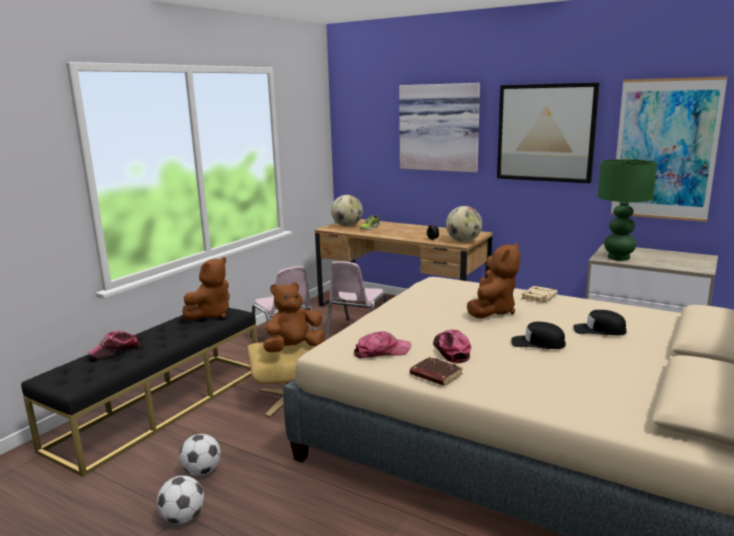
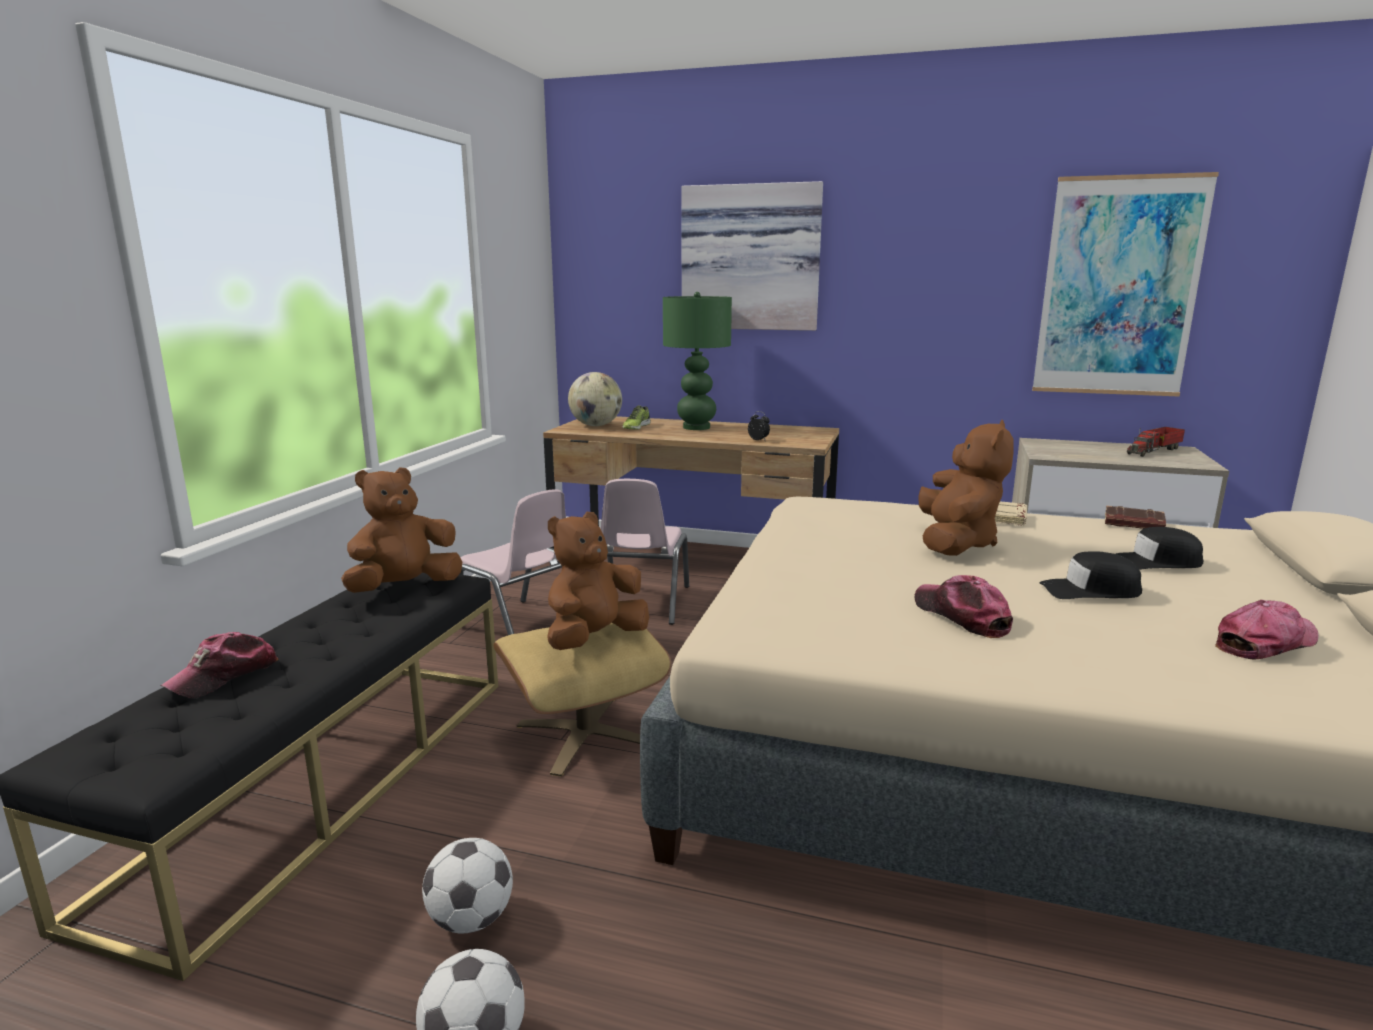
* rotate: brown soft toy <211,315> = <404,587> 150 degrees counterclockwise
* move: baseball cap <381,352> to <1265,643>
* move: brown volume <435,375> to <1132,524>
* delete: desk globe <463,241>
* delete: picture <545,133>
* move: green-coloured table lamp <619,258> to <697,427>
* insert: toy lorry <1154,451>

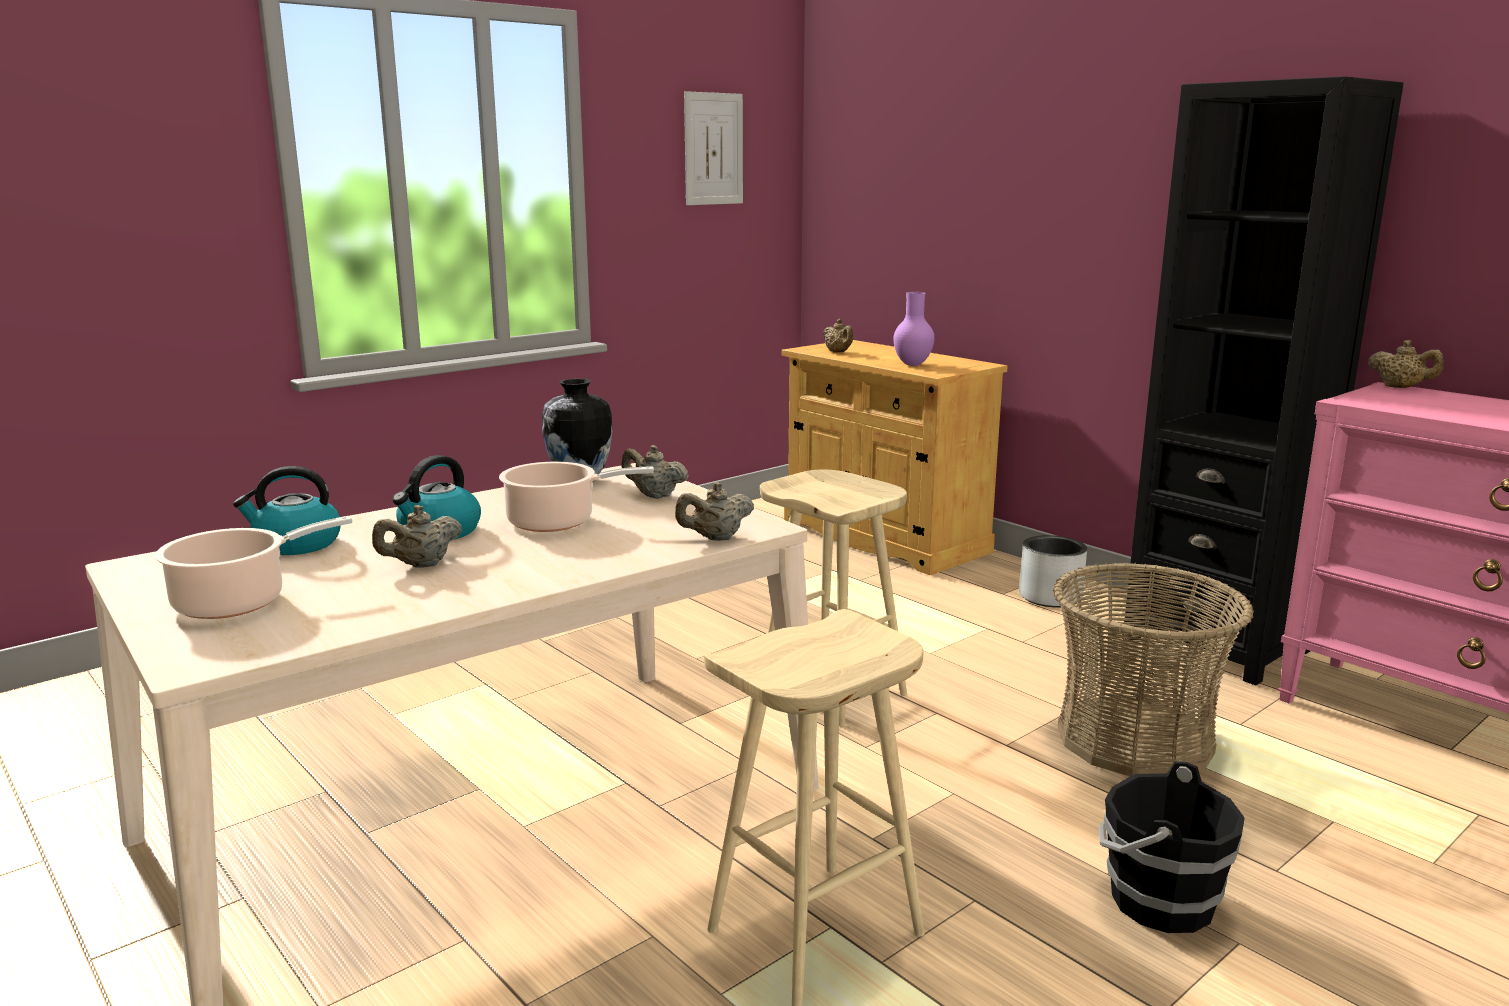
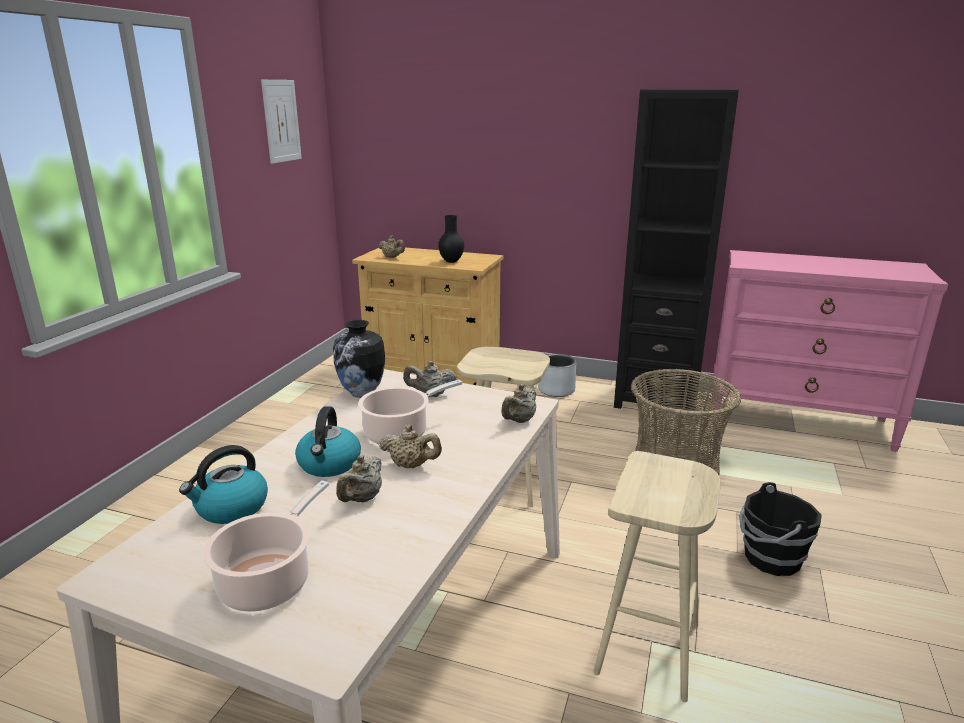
* recolor: purple-coloured vase <912,364> to black vase <451,261>
* move: sand-coloured tea pot <1401,387> to <411,465>

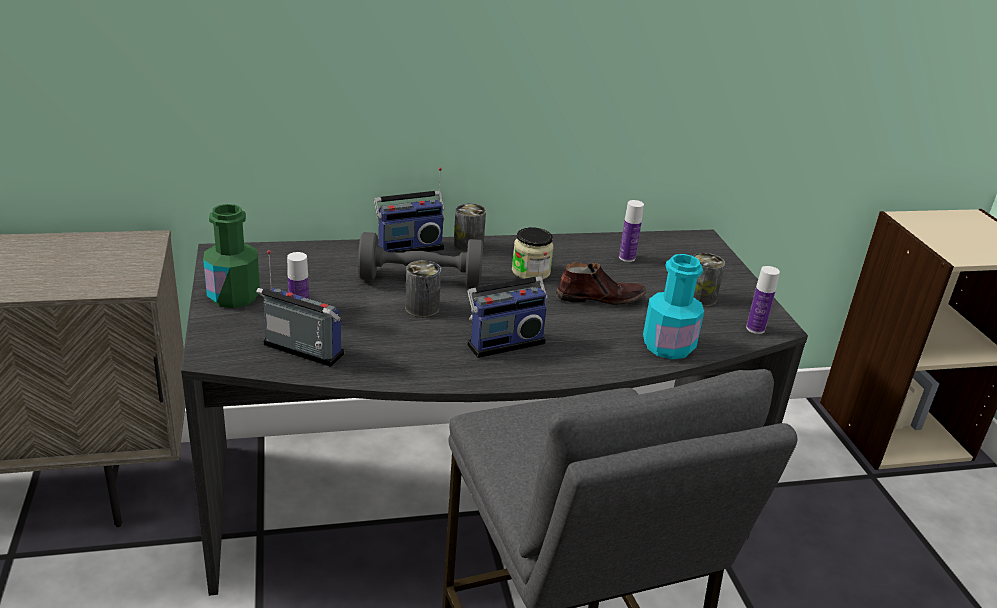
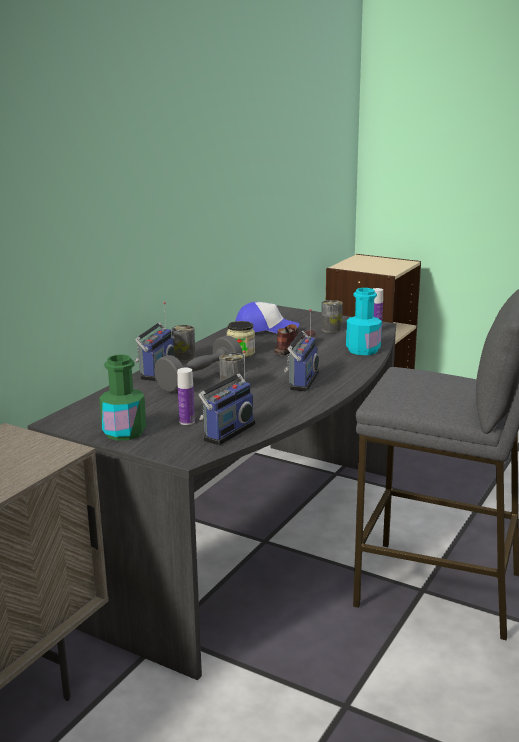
* rotate: radio set <301,352> = <226,431> 150 degrees clockwise
* replace: drink bottle <626,258> to baseball cap <266,329>

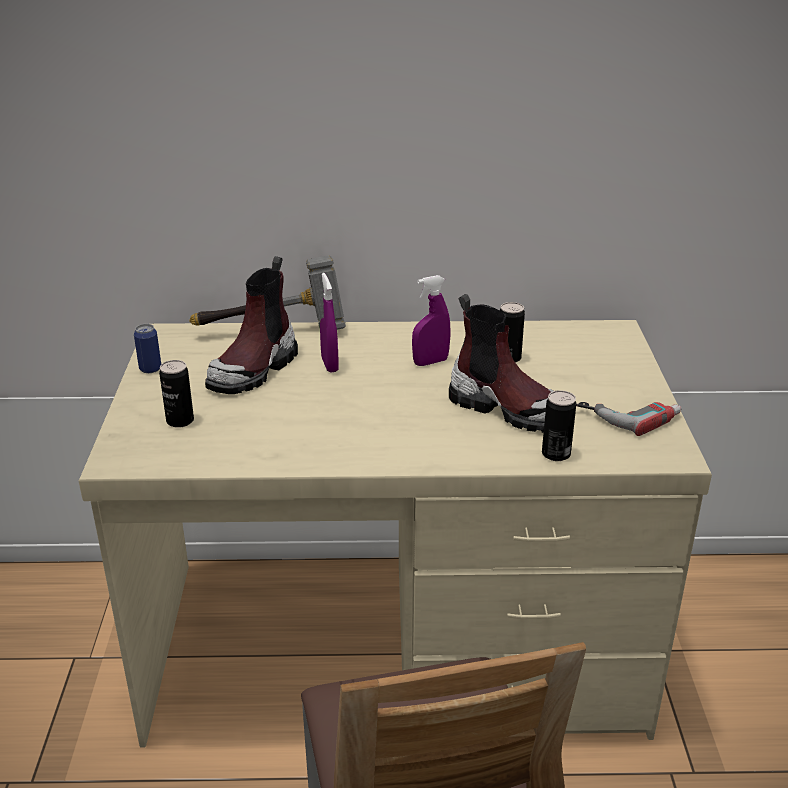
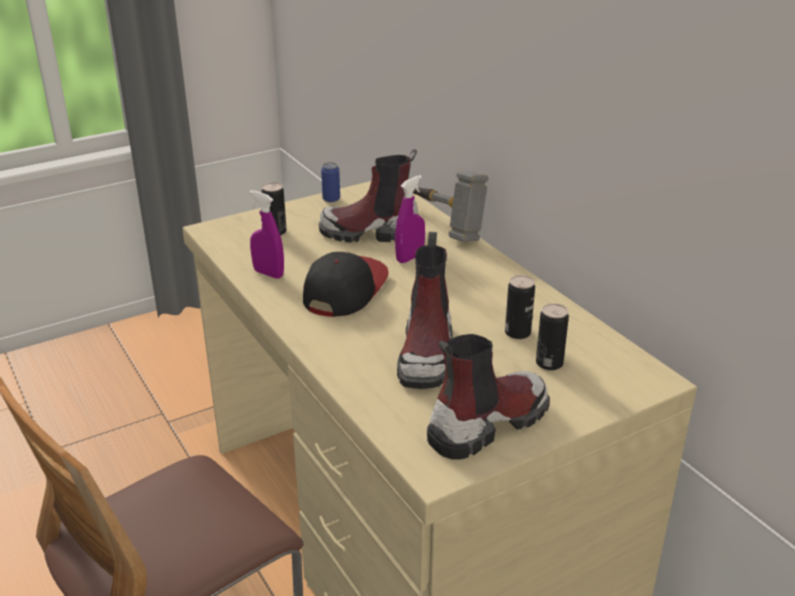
* move: purple-coloured hand sprayer <430,362> to <268,274>
* move: sealed can <556,454> to <549,363>
* replace: drill <626,413> to boot <487,424>
* insert: baseball cap <344,289>

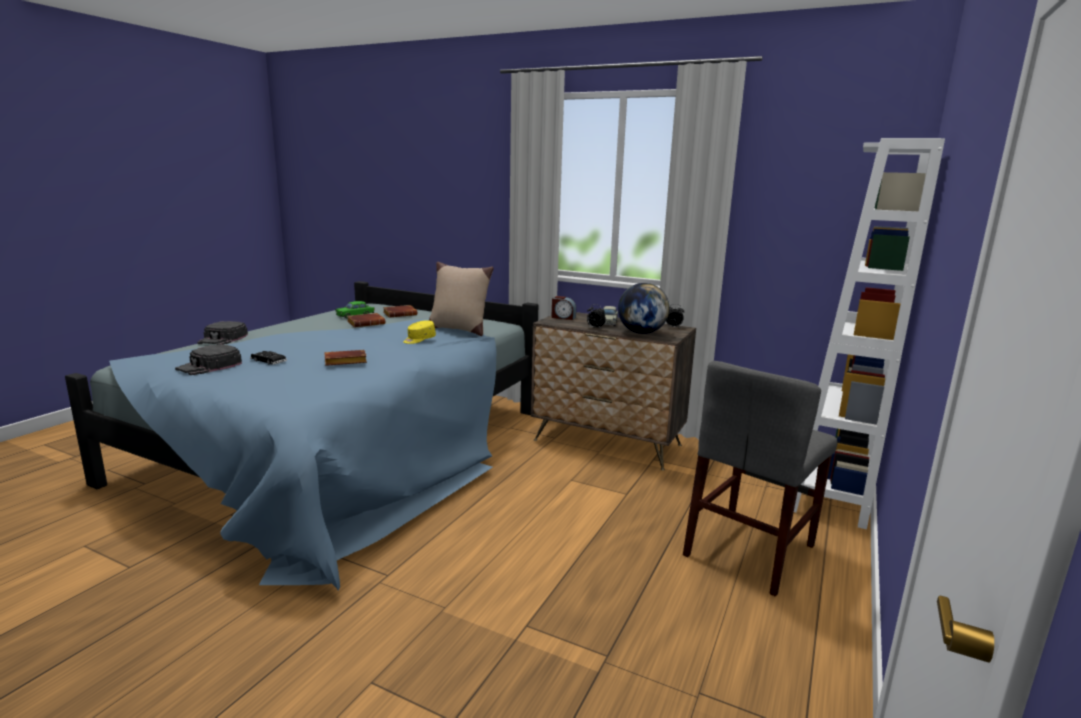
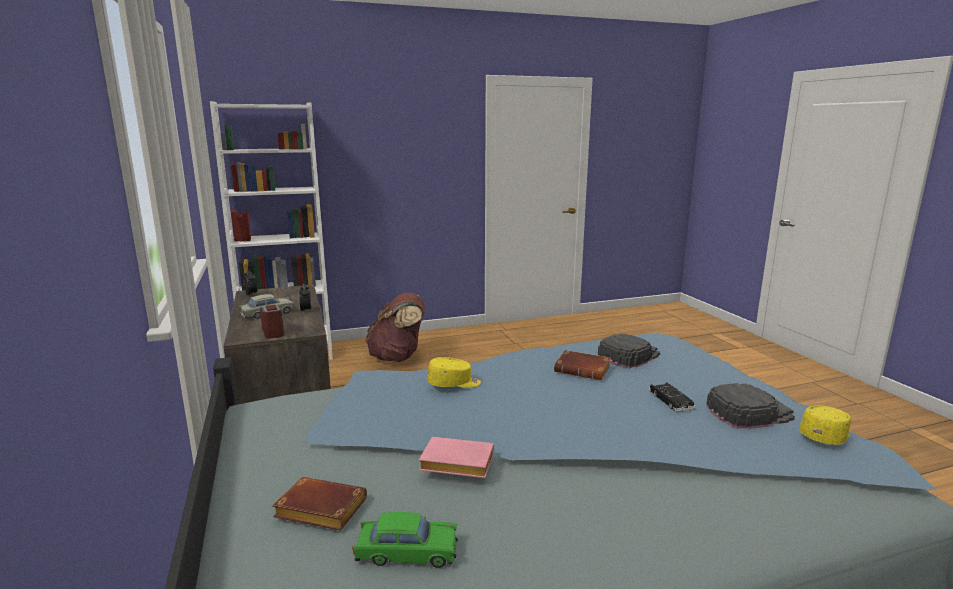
* move: black baseball cap <223,339> to <629,355>
* recolor: brown volume <366,323> to pink volume <455,464>
* delete: sand-coloured pillow <458,329>
* delete: desk globe <641,333>
* replace: gray upright chair <750,550> to brown rucksack <398,357>
* insert: yellow baseball cap <825,435>

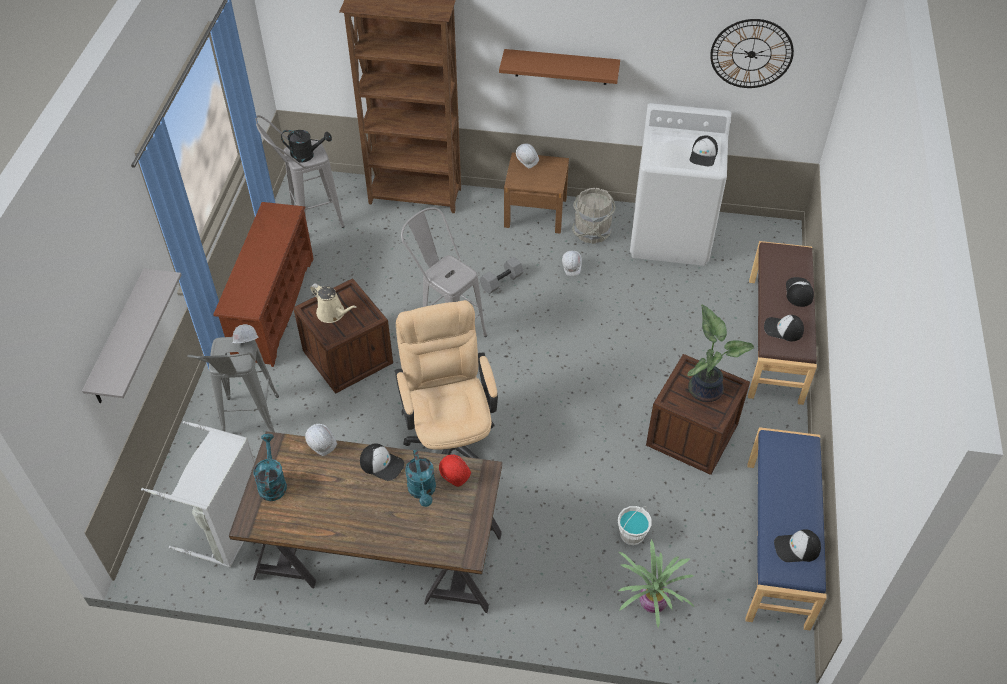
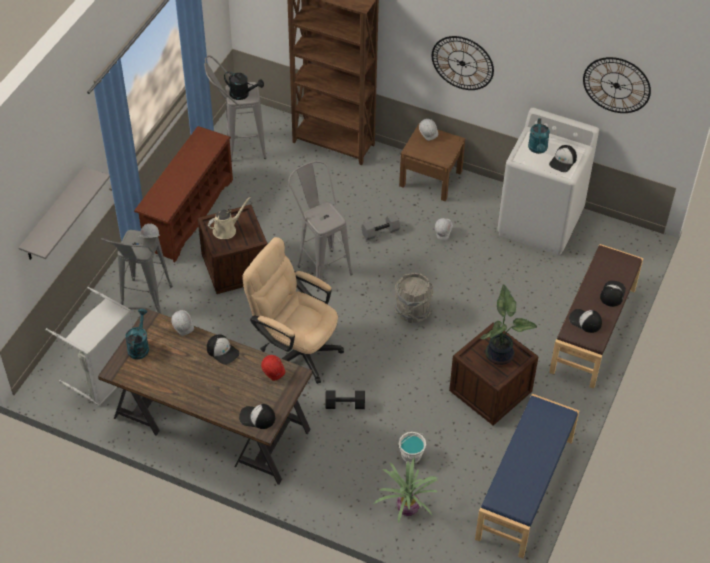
* rotate: sand-coloured watering can <333,313> = <226,229> 90 degrees counterclockwise
* rotate: sand-coloured computer chair <450,438> = <295,349> 60 degrees counterclockwise
* move: turquoise-coloured watering can <423,491> to <538,149>
* replace: brown bracket shelf <561,67> to clock on the wall <462,63>
* move: gray pail <592,232> to <412,311>
* move: baseball cap <796,548> to <257,418>
* insert: black free weight <344,405>

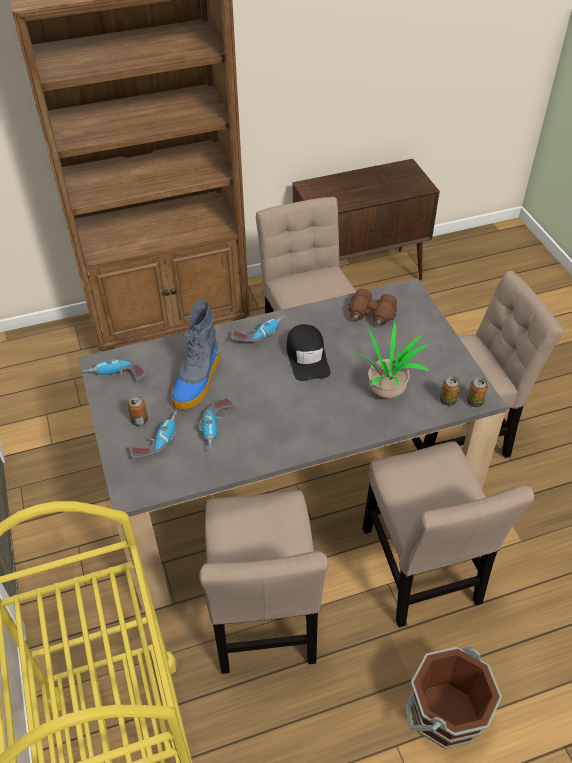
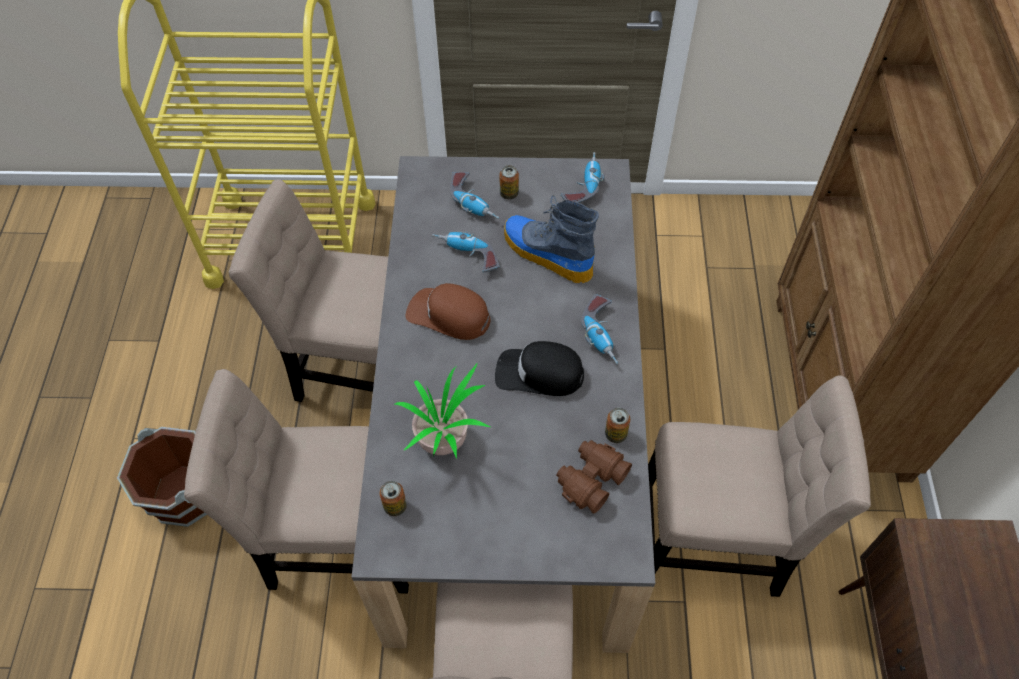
* move: sealed can <474,402> to <615,434>
* insert: brown baseball cap <448,315>

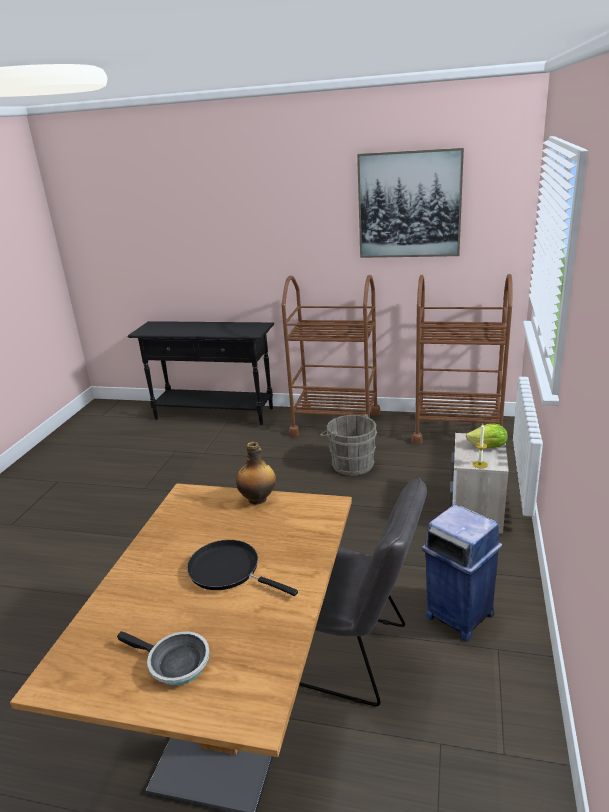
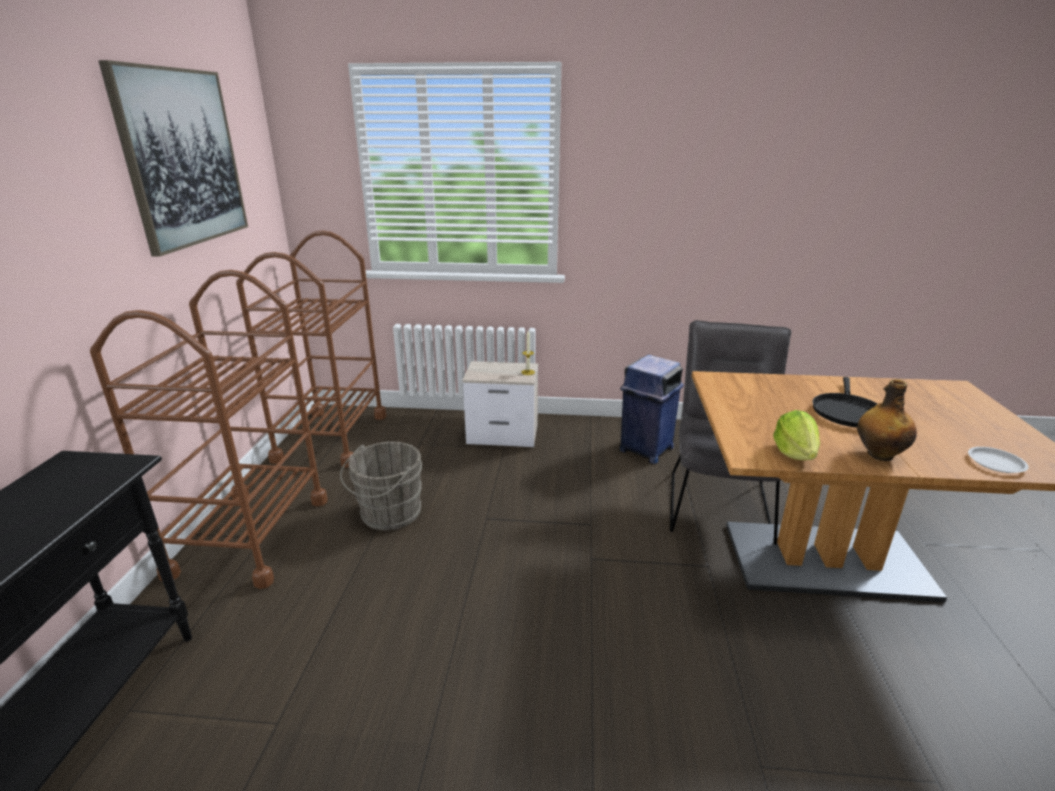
* delete: skillet <174,663>
* move: drink bottle <258,499> to <879,454>
* move: head of lettuce <488,447> to <794,453>
* insert: white dinner plate <995,463>

